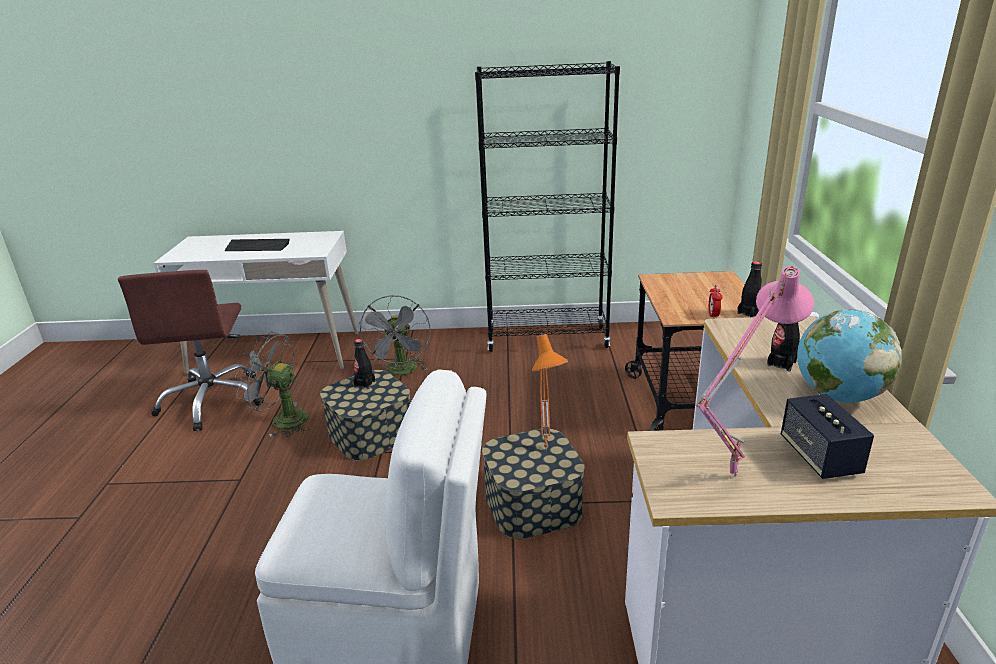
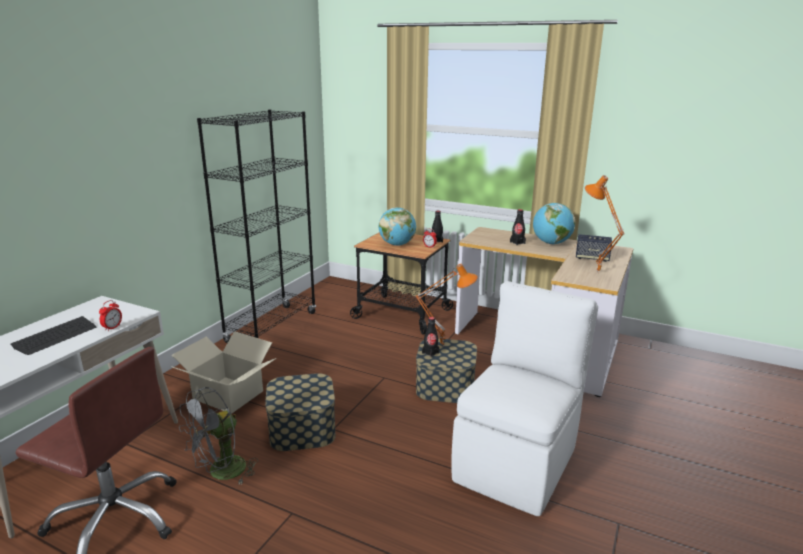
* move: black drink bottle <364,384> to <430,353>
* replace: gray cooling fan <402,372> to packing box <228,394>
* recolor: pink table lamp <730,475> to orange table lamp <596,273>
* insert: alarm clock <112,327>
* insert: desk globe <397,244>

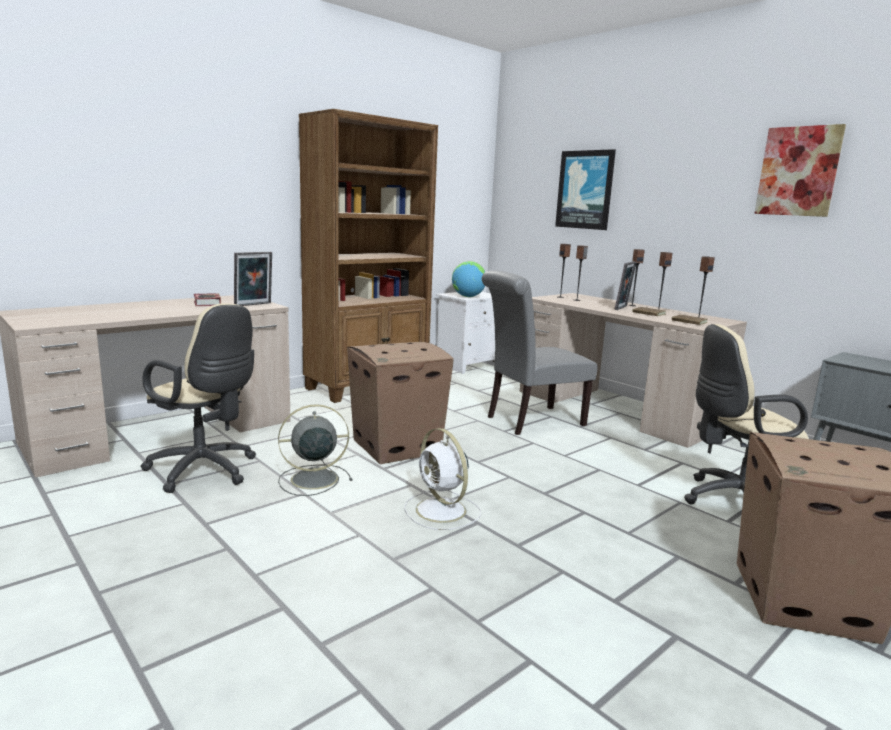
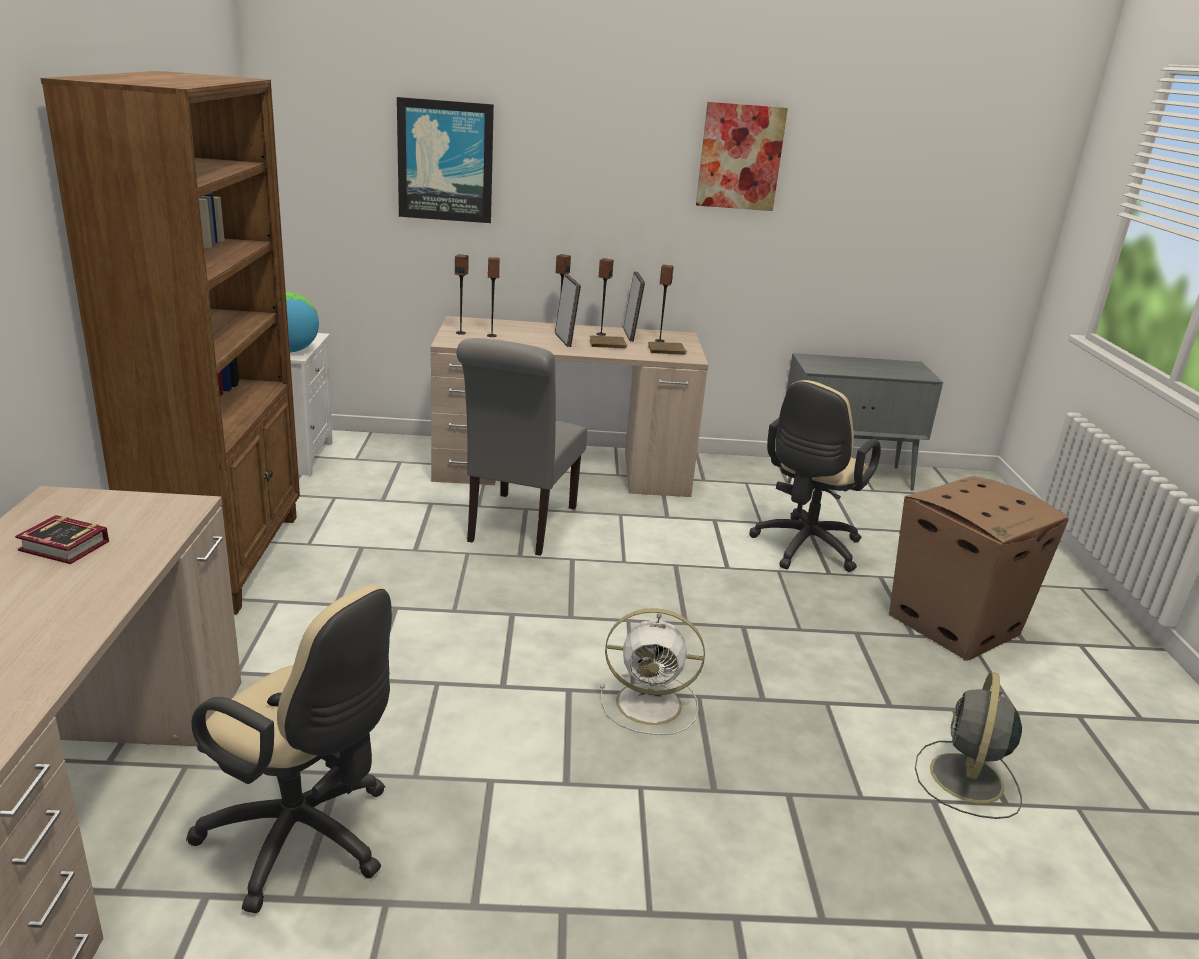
* rotate: sand-coloured computer chair <206,471> = <305,840> 45 degrees clockwise
* move: picture frame <254,305> to <631,335>
* move: gray cooling fan <312,479> to <966,780>
* delete: packing box <397,446>

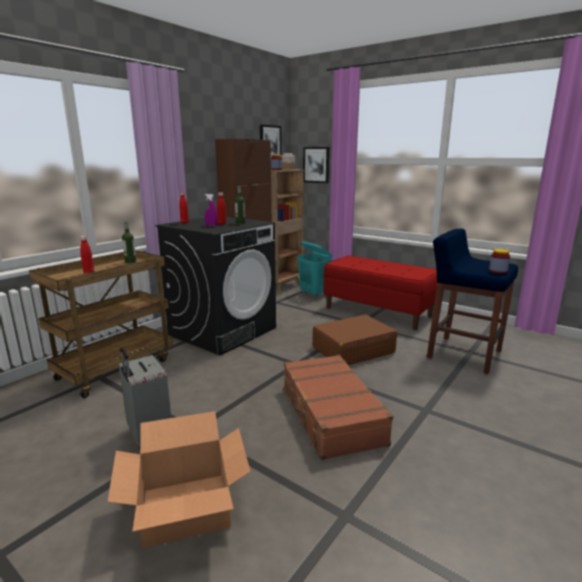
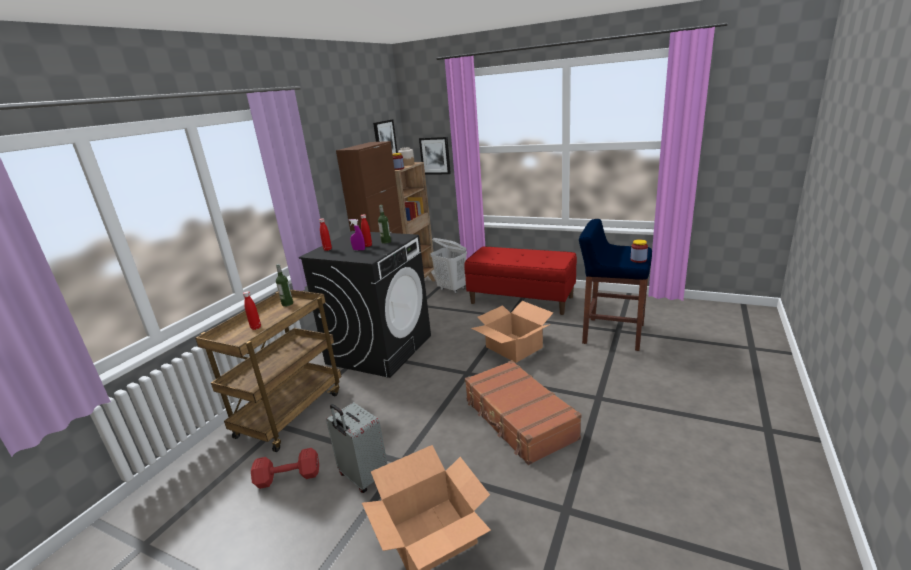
* recolor: turquoise-coloured laundry basket <314,294> to white laundry basket <452,289>
* replace: brown travel case <352,350> to packing box <513,347>
* insert: red-coloured free weight <290,477>

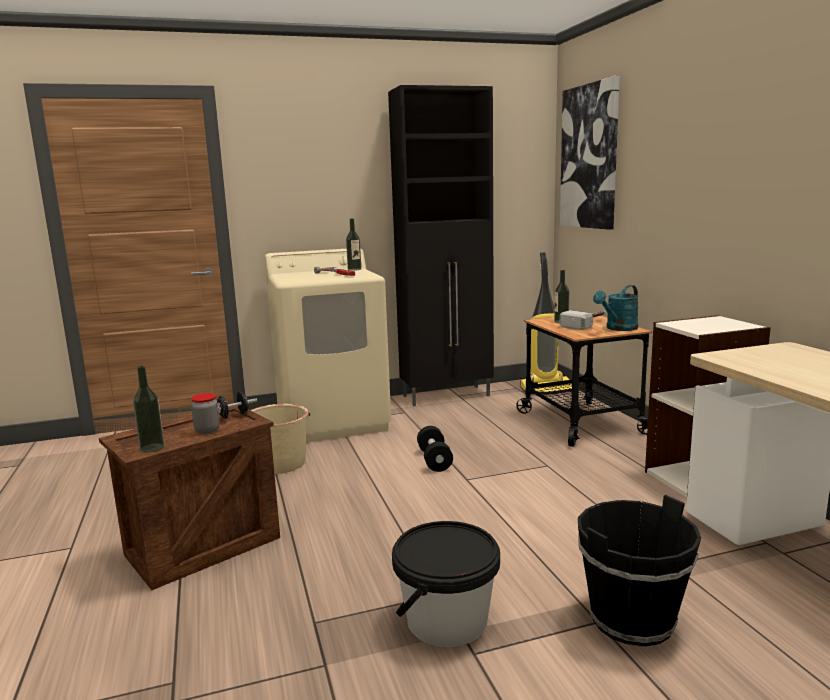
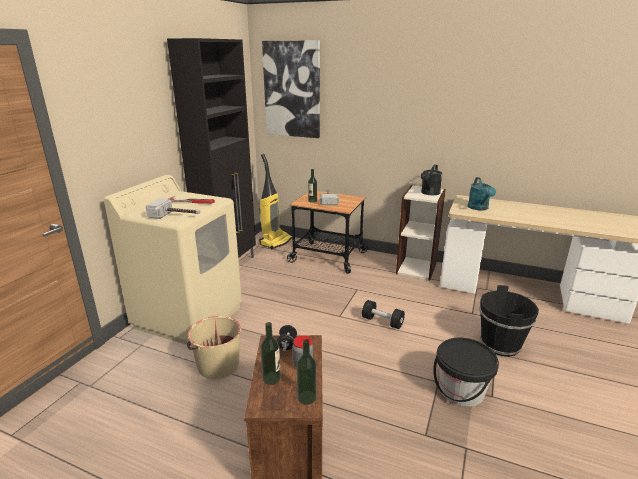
* move: drink bottle <354,269> to <271,378>
* move: black free weight <434,460> to <382,322>
* move: turquoise-coloured watering can <618,329> to <479,208>
* insert: tool hammer <176,216>
* insert: black watering can <429,193>

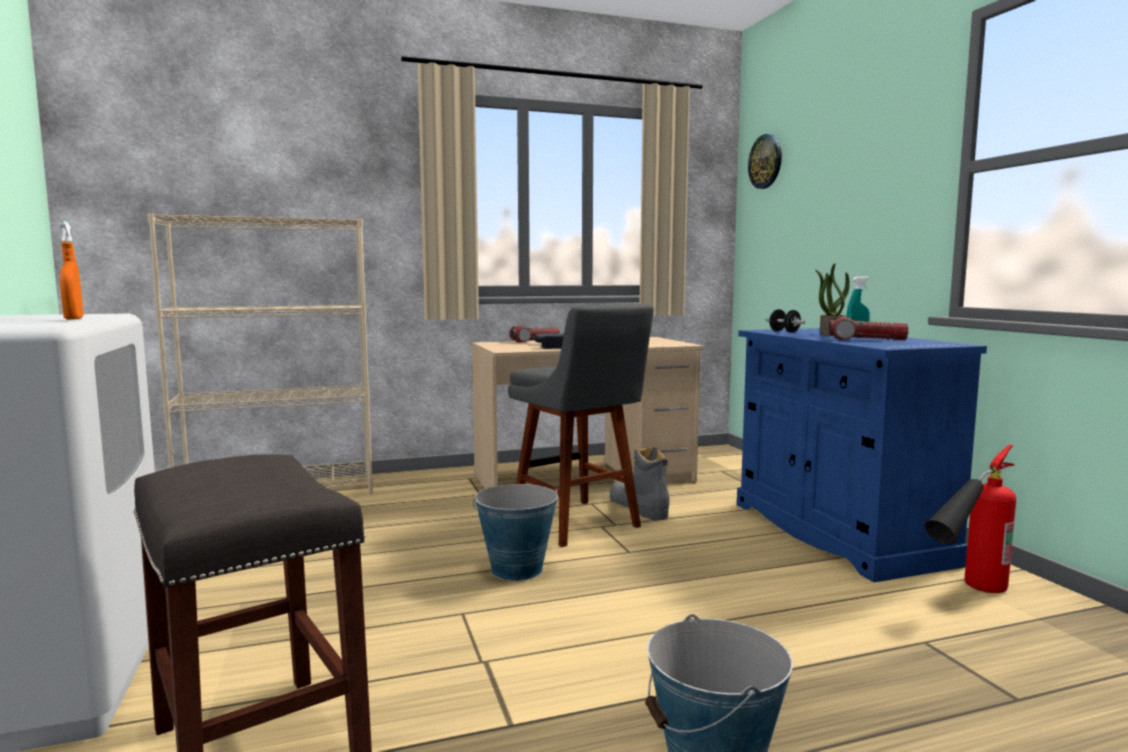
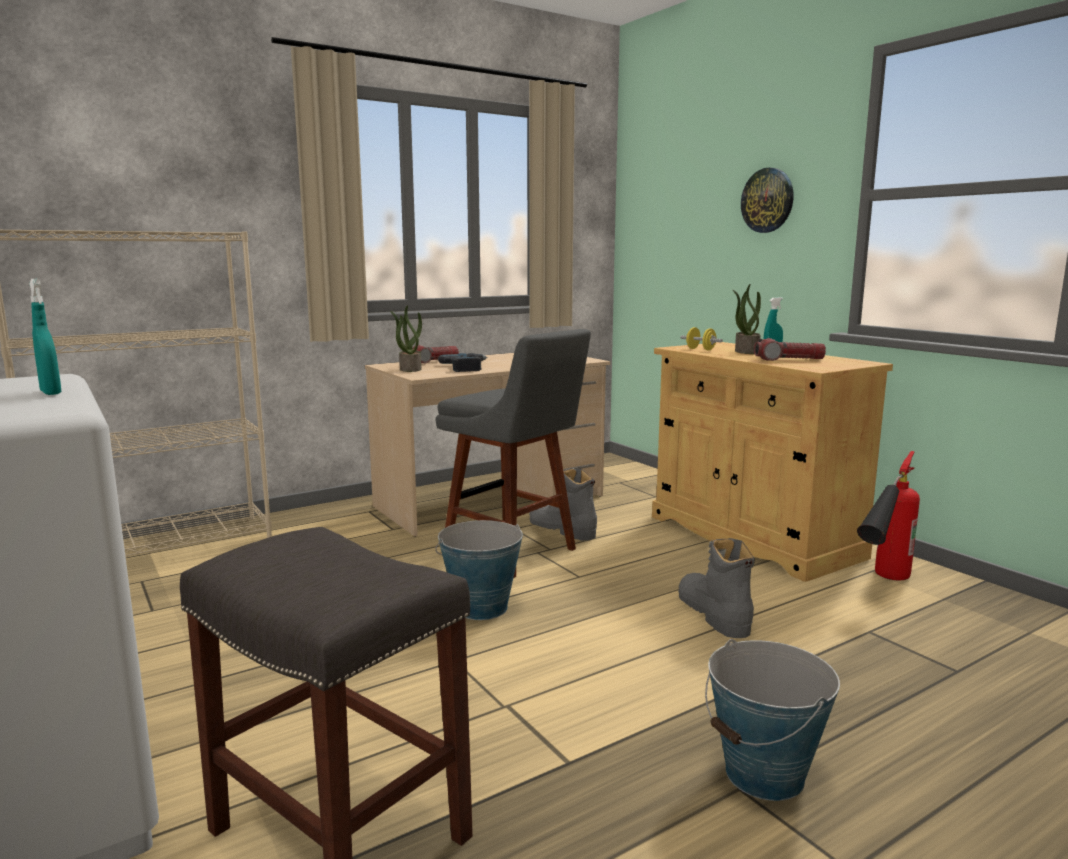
* recolor: orange hand sprayer <74,319> to turquoise-coloured hand sprayer <50,393>
* recolor: blue cupboard <837,532> to sand-coloured cupboard <752,536>
* move: clock on the wall <766,161> to <767,200>
* recolor: black free weight <784,332> to yellow free weight <700,349>
* insert: plant in a pot <410,369>
* insert: gray boot <713,613>

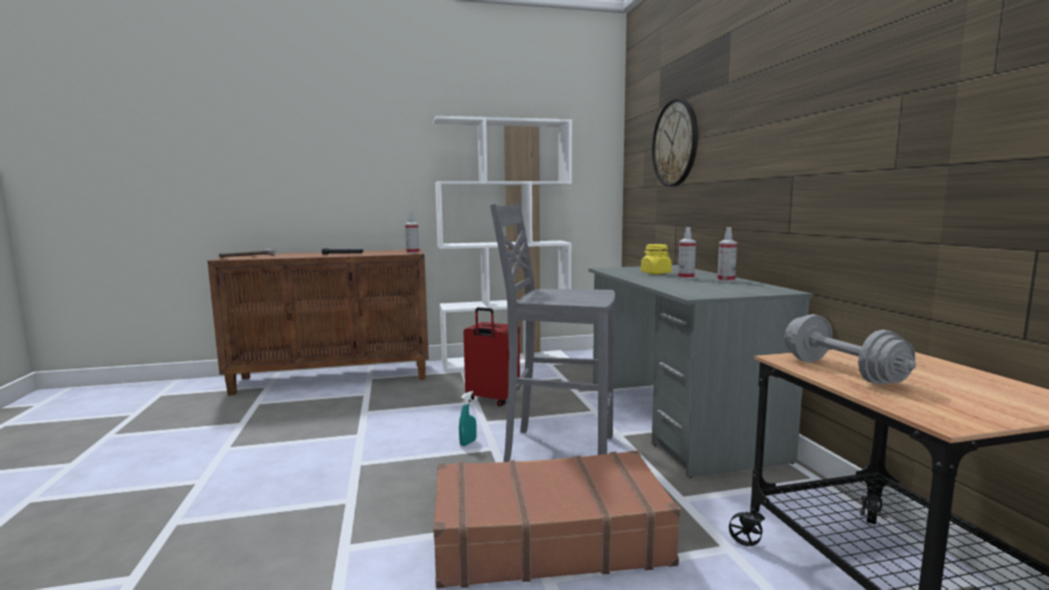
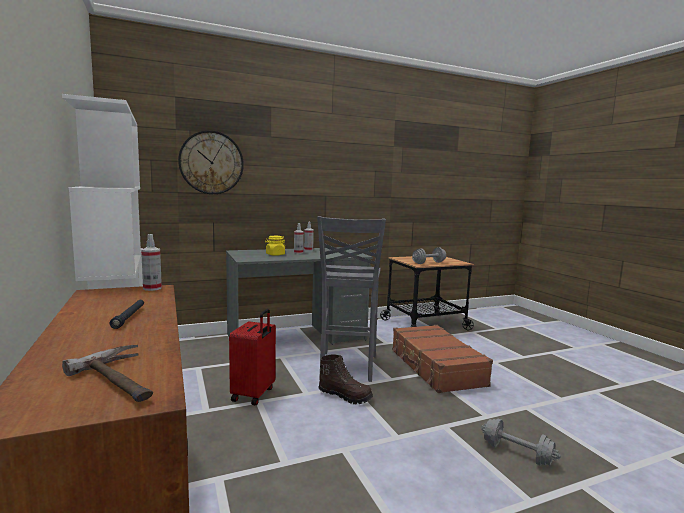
* replace: turquoise-coloured hand sprayer <468,443> to brown boot <345,396>
* insert: gray free weight <517,453>

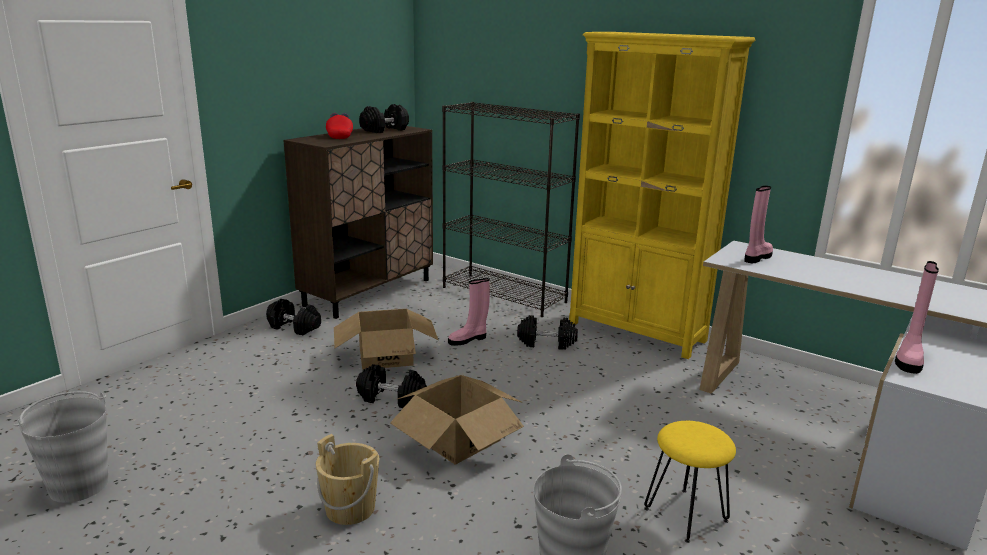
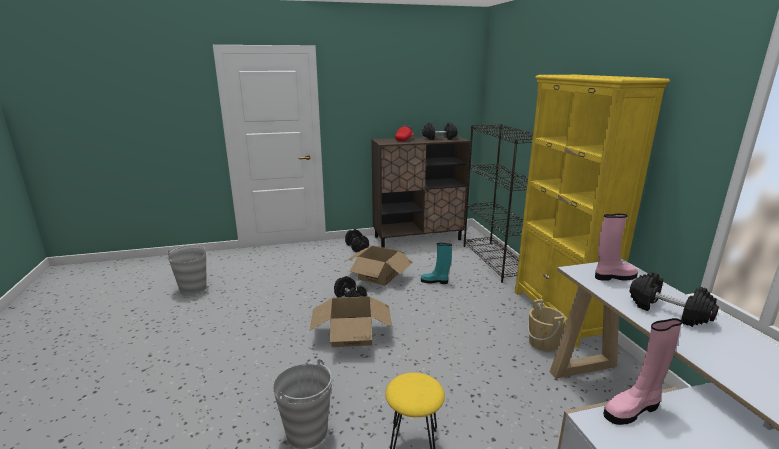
* move: sand-coloured pail <350,508> to <543,343>
* recolor: pink boot <468,339> to turquoise-coloured boot <435,281>
* move: black free weight <547,343> to <669,311>

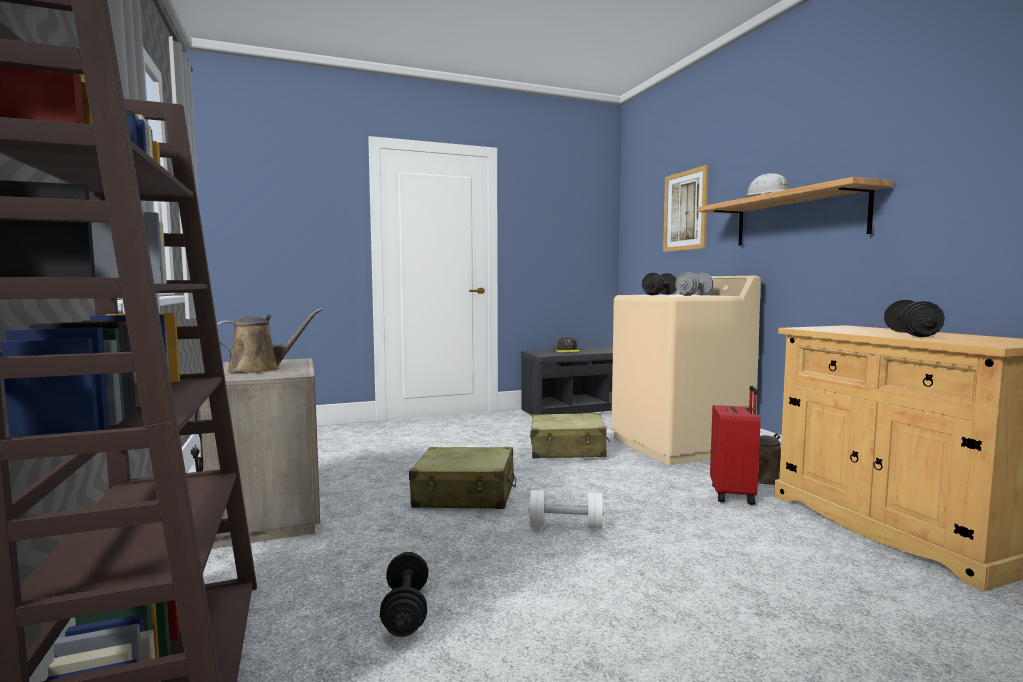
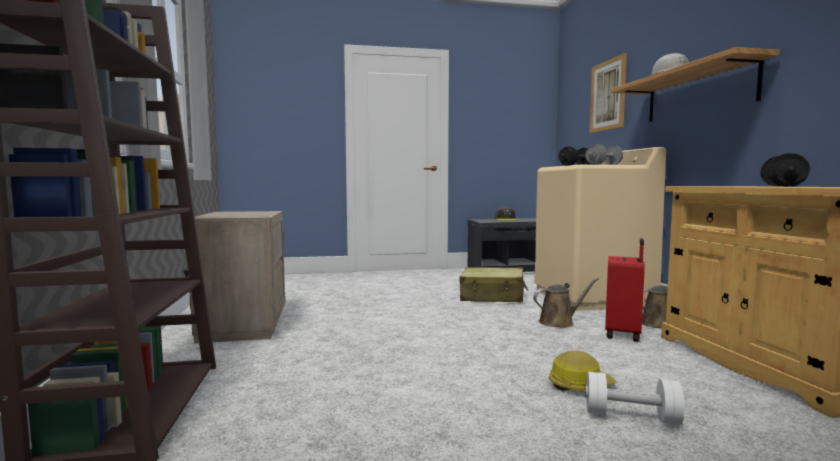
* move: brown watering can <260,369> to <559,322>
* delete: black free weight <406,611>
* delete: sand-coloured travel case <465,495>
* move: white free weight <565,525> to <631,416>
* insert: work helmet <579,385>

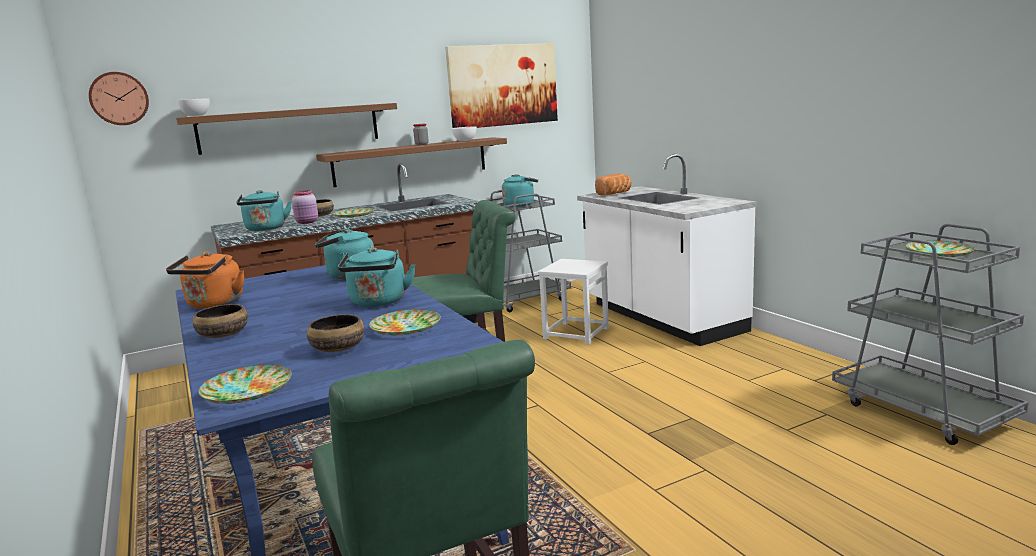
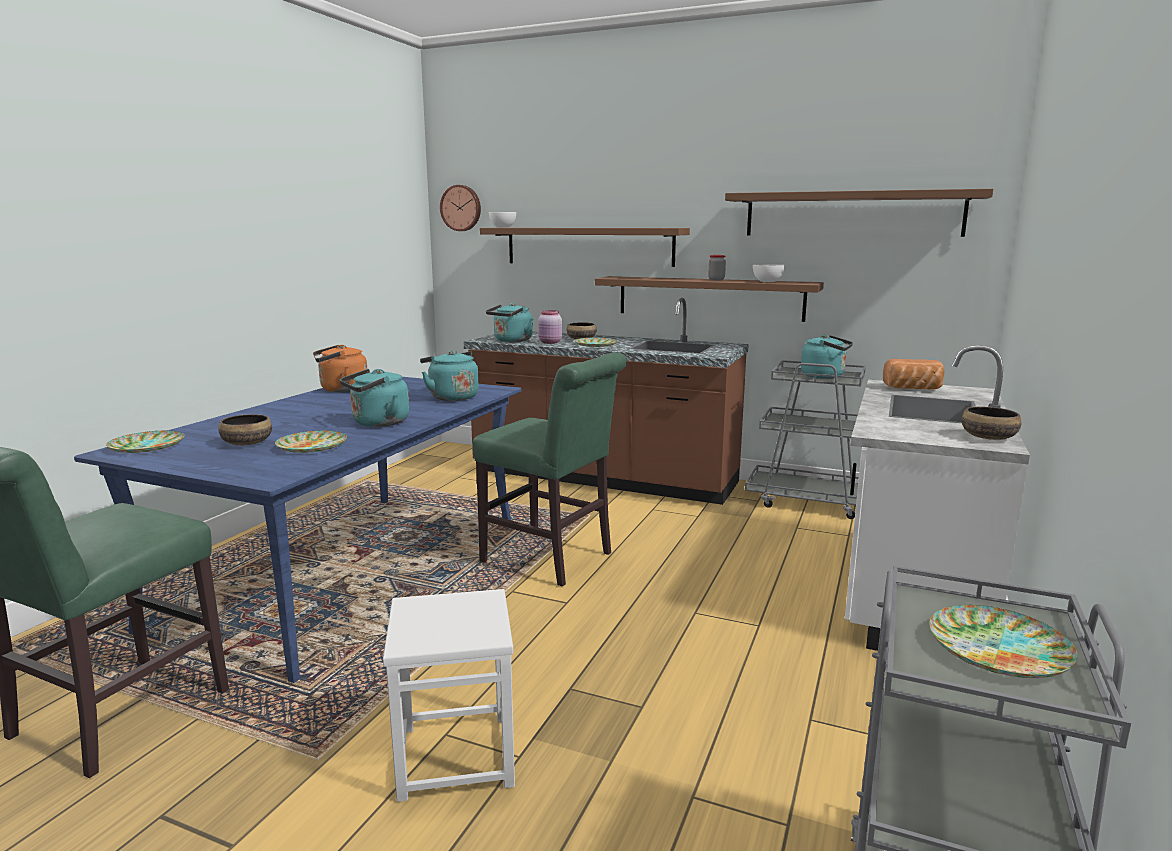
* move: deep dish <222,335> to <987,437>
* replace: picture <503,85> to brown bracket shelf <852,214>
* move: white stool seat <575,333> to <456,755>

